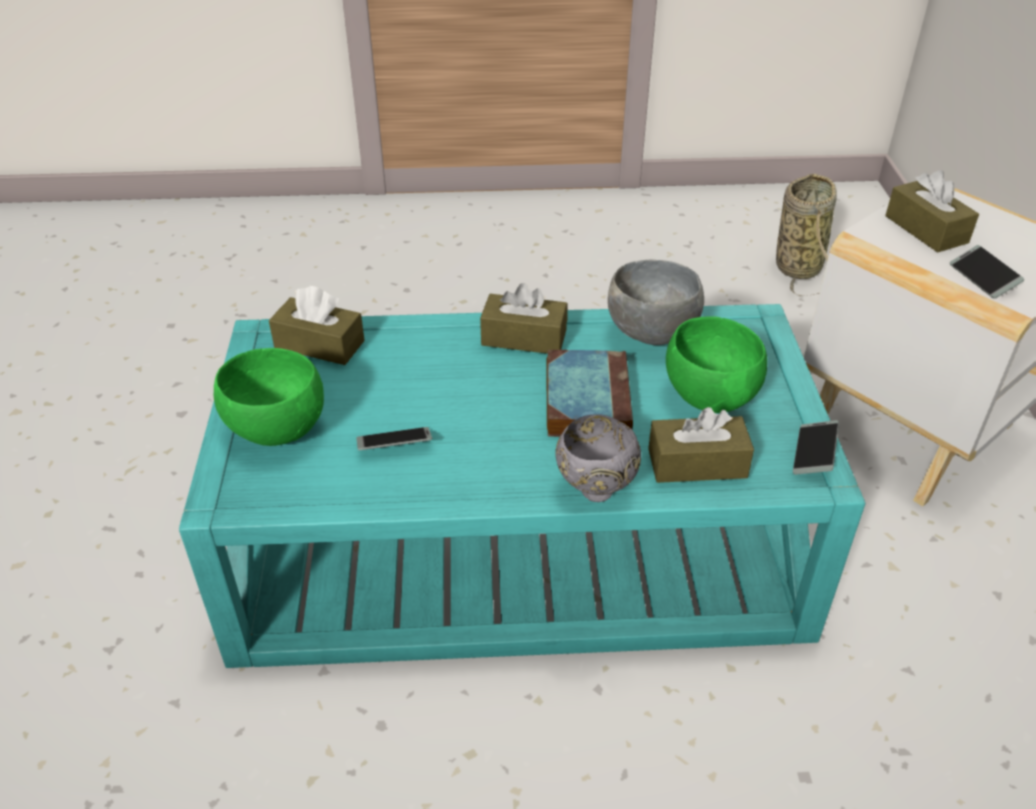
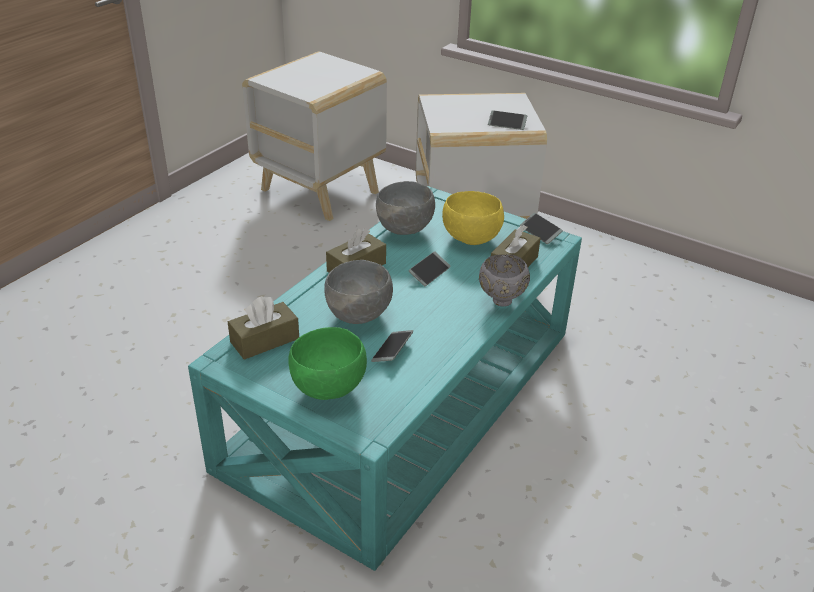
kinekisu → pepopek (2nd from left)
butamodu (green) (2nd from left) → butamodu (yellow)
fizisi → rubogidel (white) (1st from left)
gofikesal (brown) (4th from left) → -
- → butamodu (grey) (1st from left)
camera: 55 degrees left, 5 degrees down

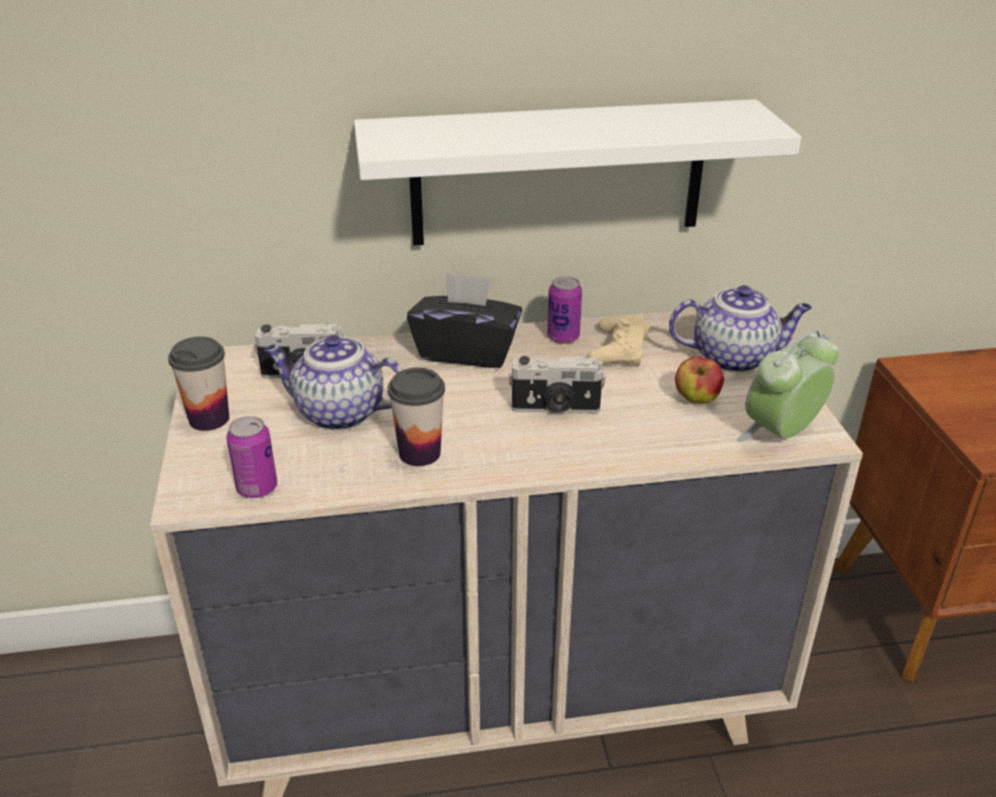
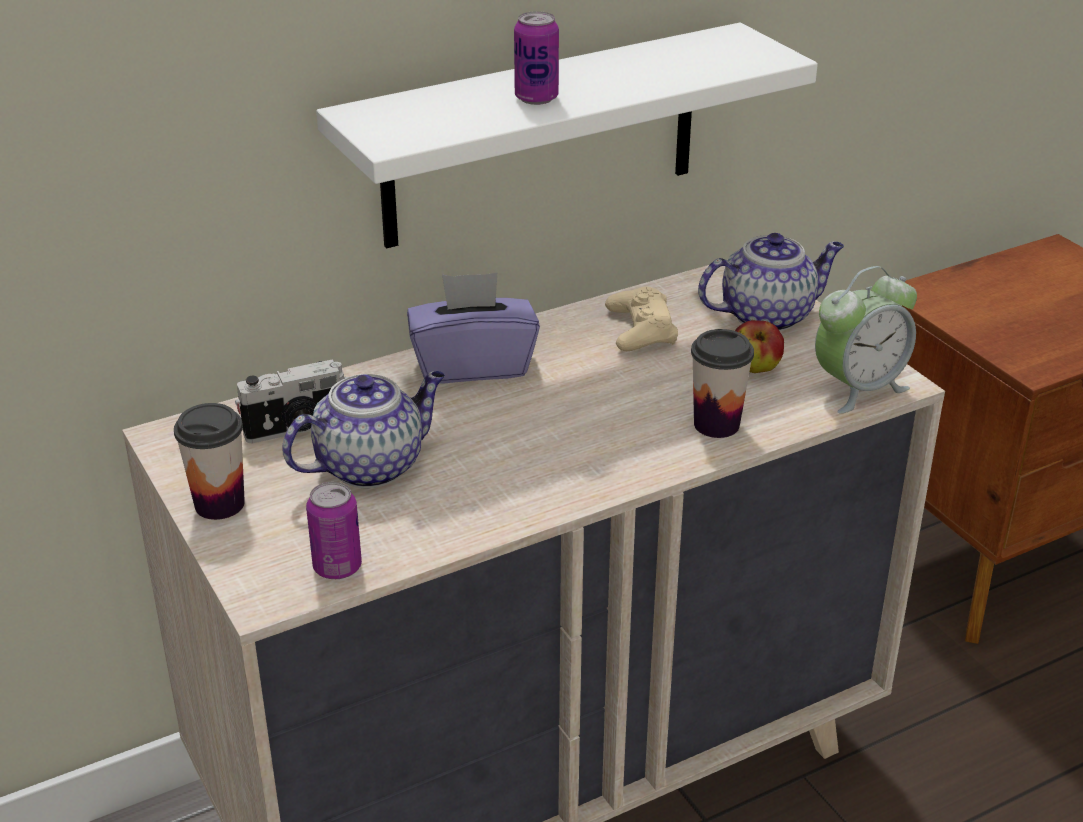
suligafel (1st from left), 150 degrees clockwise
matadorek (2nd from left), moved
gofikesal (black) → gofikesal (purple)
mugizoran (2nd from left) → -
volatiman (2nd from left), moved
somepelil, 150 degrees counterclockwise
camera: 20 degrees left, 0 degrees up

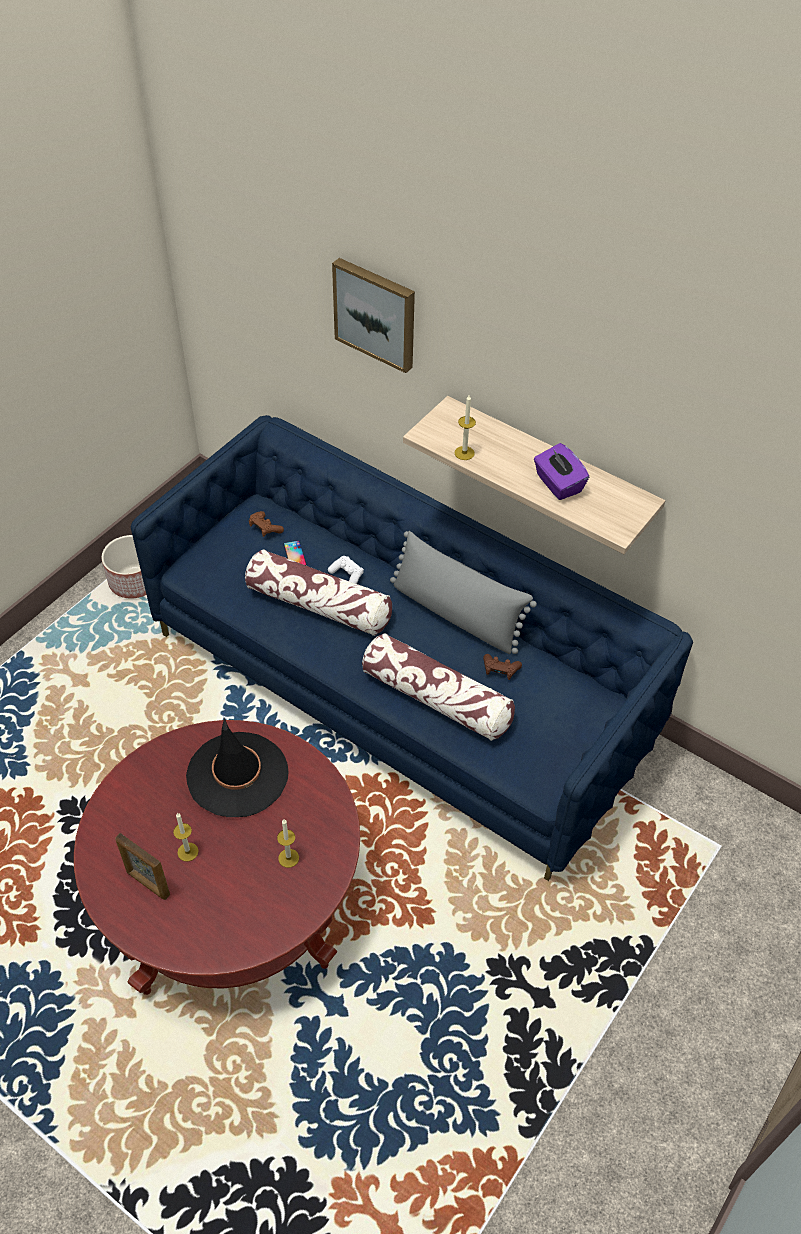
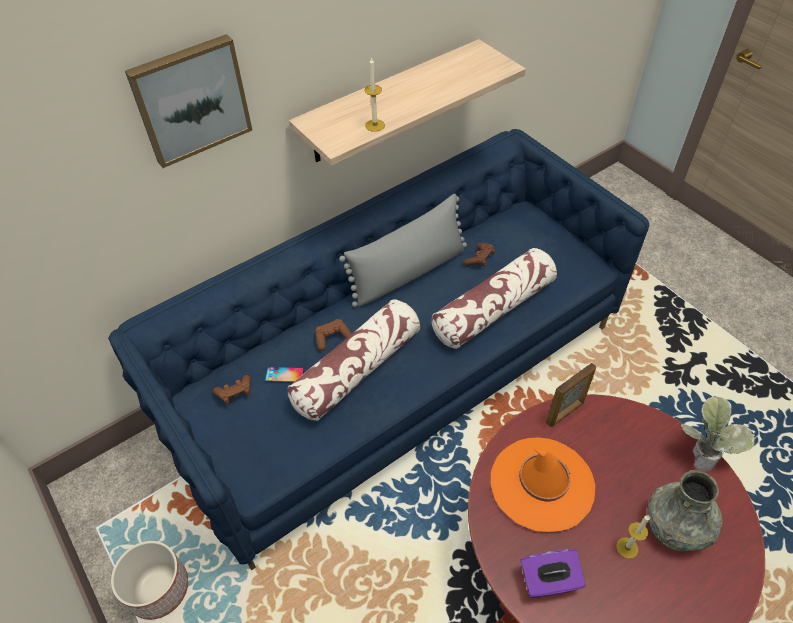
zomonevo, moved
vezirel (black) → vezirel (orange)
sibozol (2nd from left) → -
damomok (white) → damomok (brown) (2nd from left)
gofikesal (purple), moved
- → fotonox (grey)
- → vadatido
camera: 70 degrees left, 0 degrees up

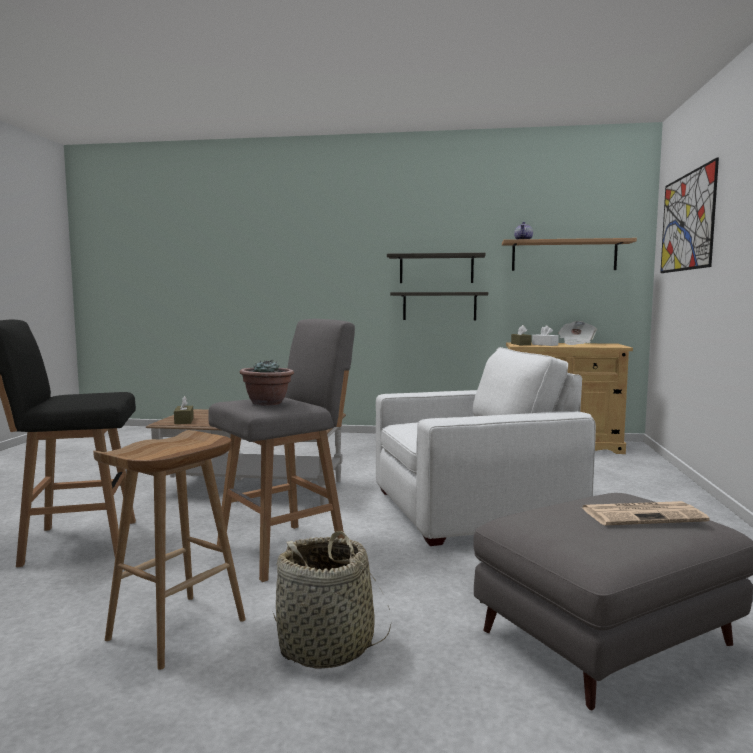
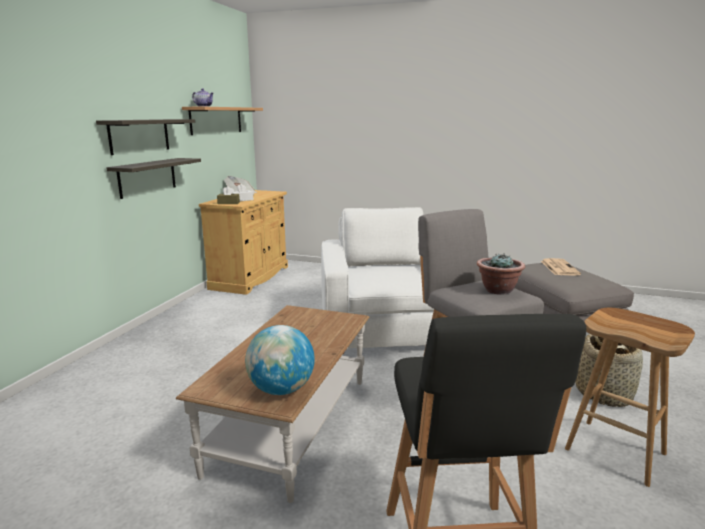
gofikesal (brown) (1st from left) → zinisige
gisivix → -
camera: 80 degrees left, 10 degrees up

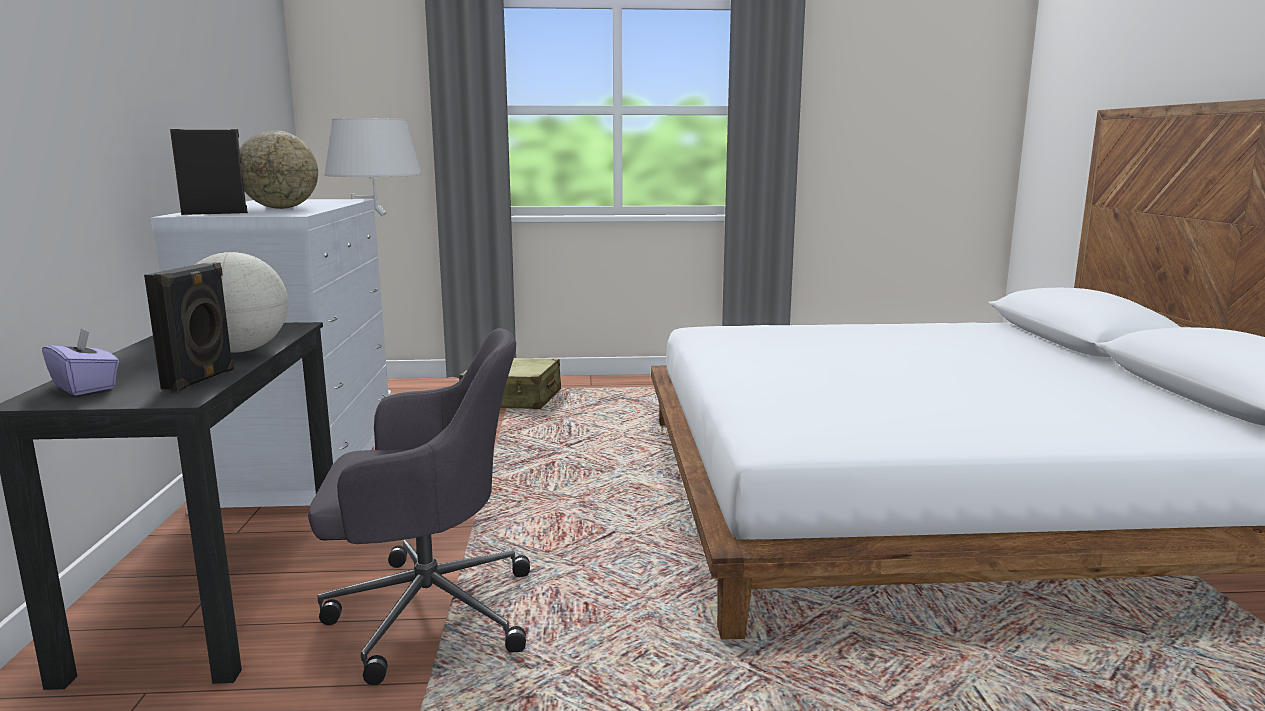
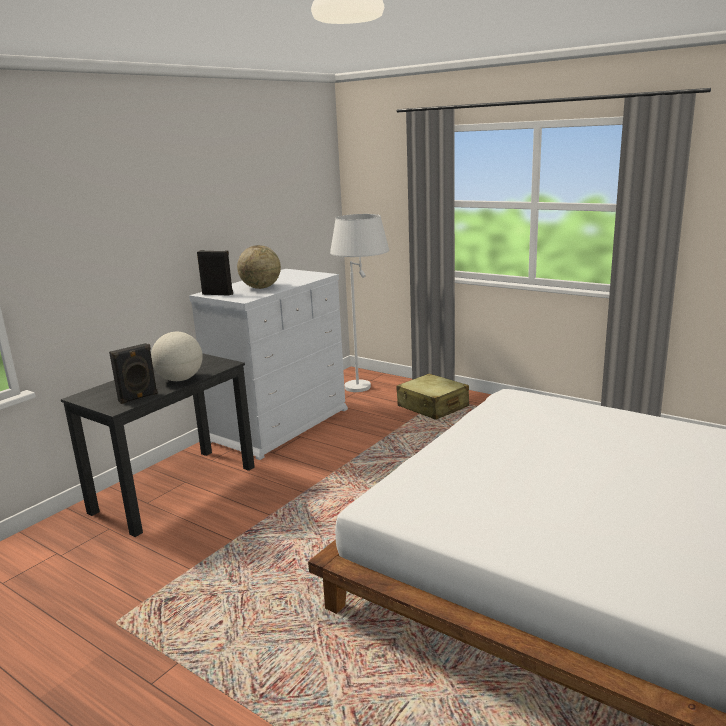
gofikesal (purple) → -
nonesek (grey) → -
camera: 40 degrees right, 5 degrees up

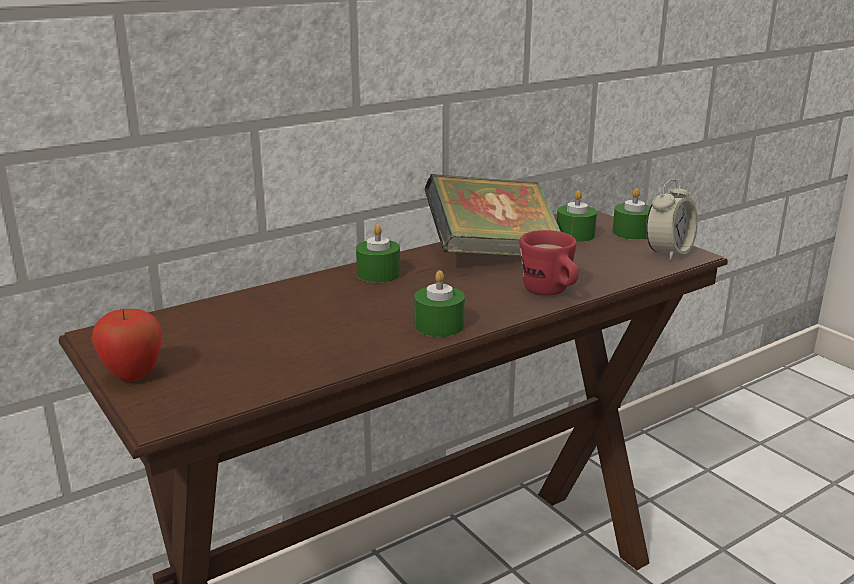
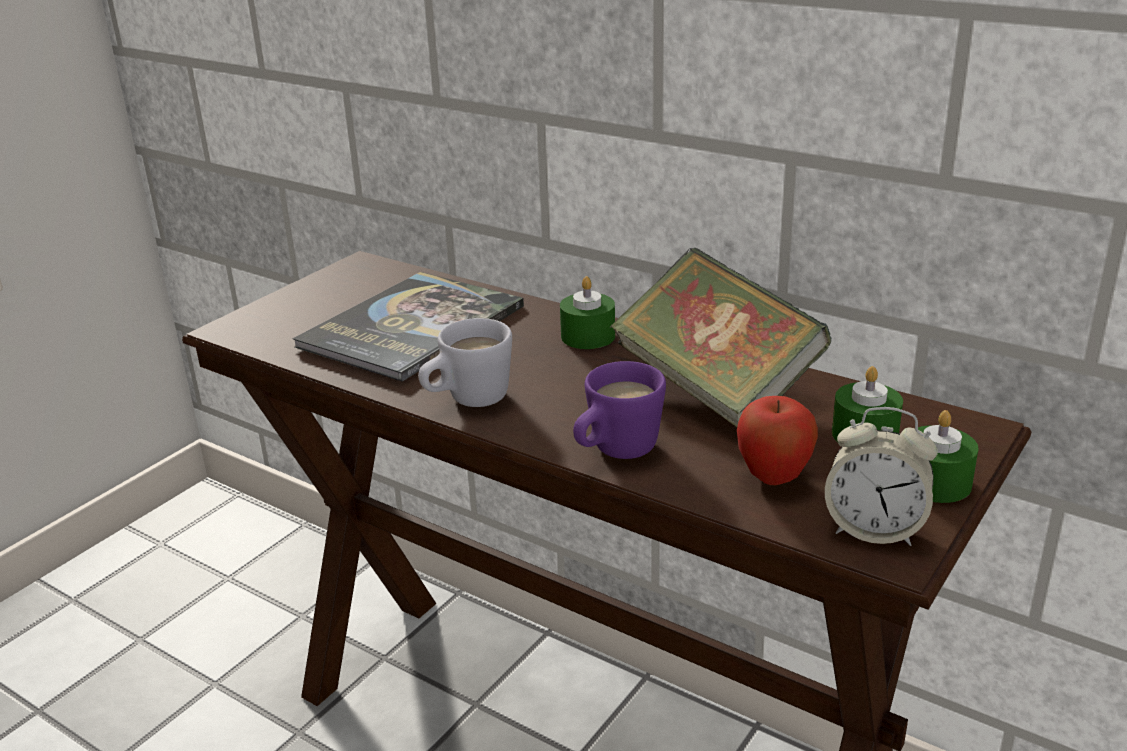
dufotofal, moved
sibozol (green) (2nd from left) → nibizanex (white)
nibizanex (red) → nibizanex (purple)
- → kinekisu (1st from left)
camera: 70 degrees right, 5 degrees up

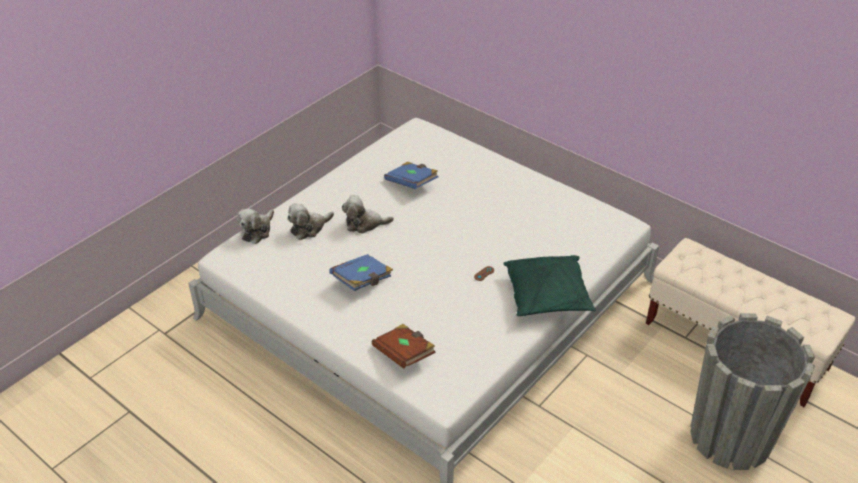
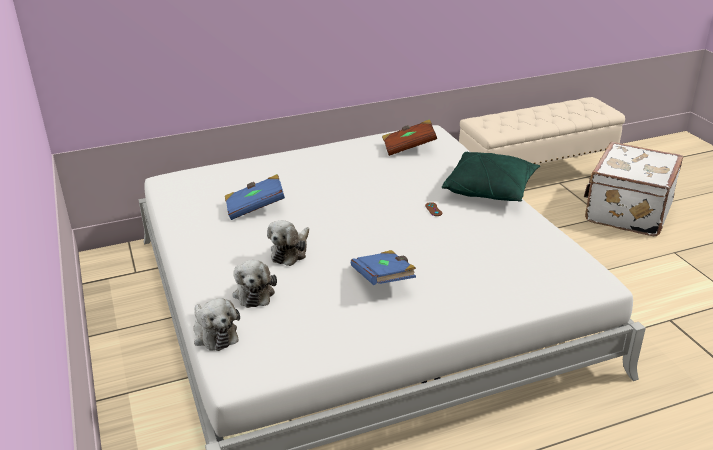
kinekisu (brown), moved
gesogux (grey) → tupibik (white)
camera: 60 degrees left, 10 degrees down

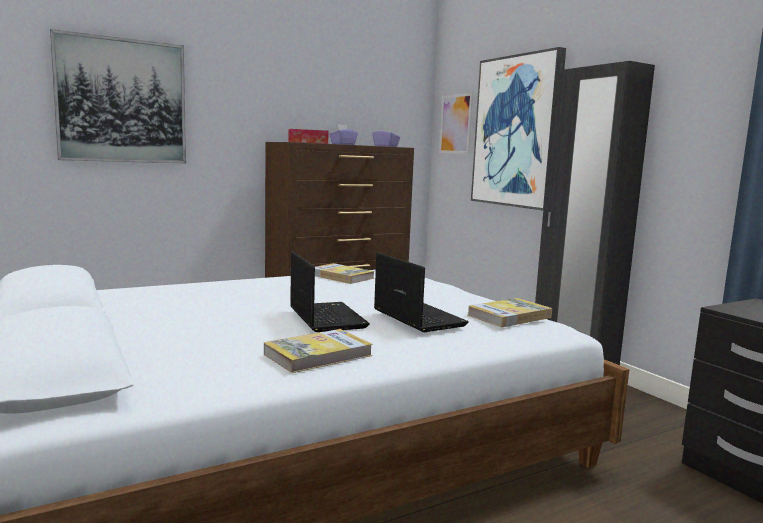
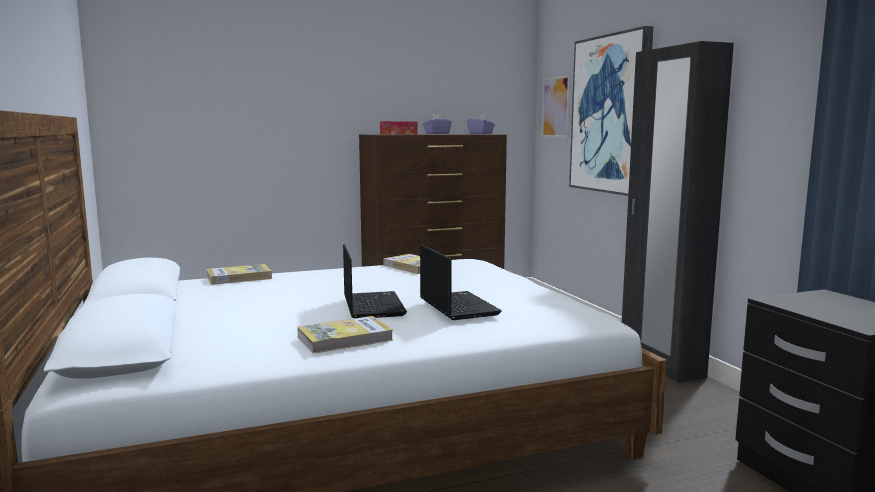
gisivix (1st from left) → -
kinekisu (3rd from left in the first image) → kinekisu (1st from left), moved
camera: 10 degrees right, 0 degrees up

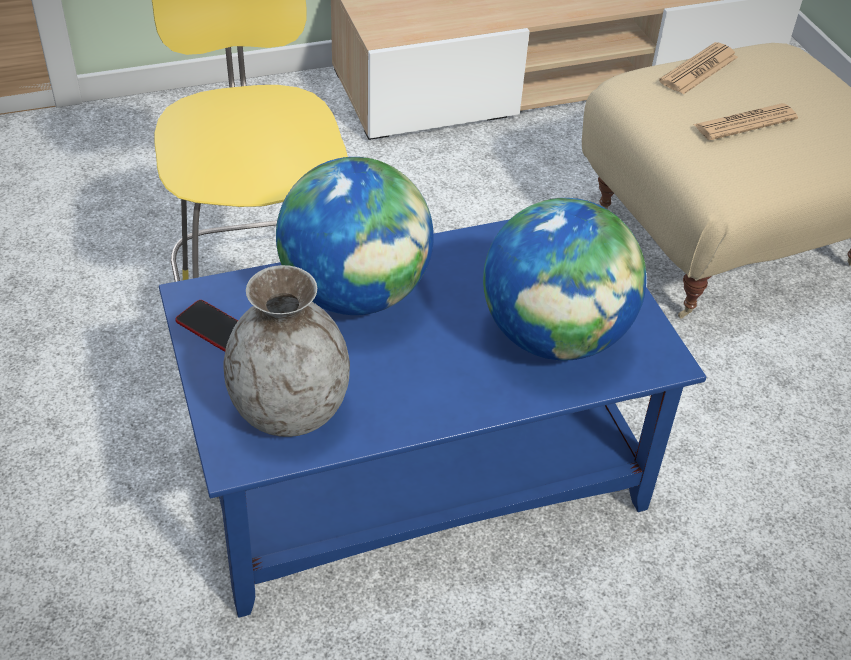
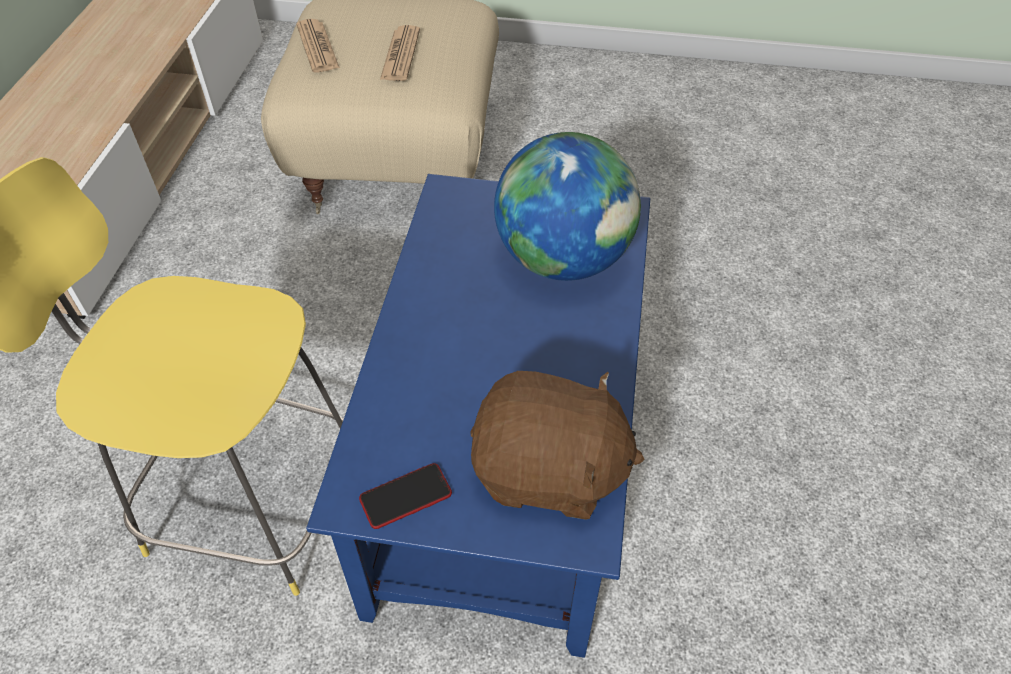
fotonox (grey) → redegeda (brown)
zinisige (1st from left) → -
camera: 60 degrees left, 5 degrees up

